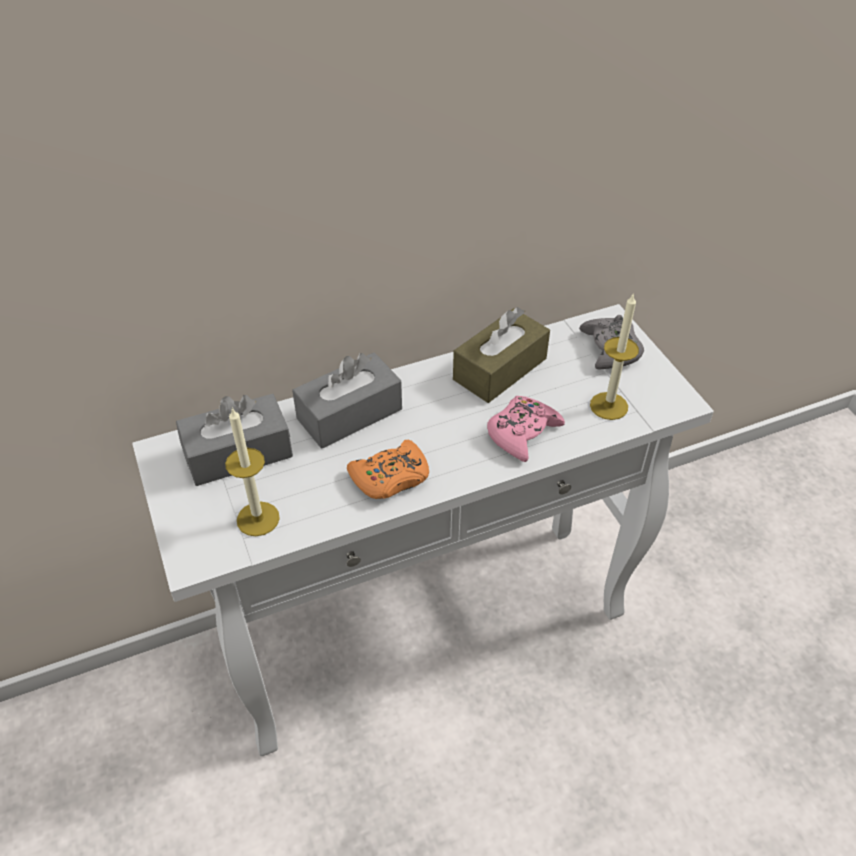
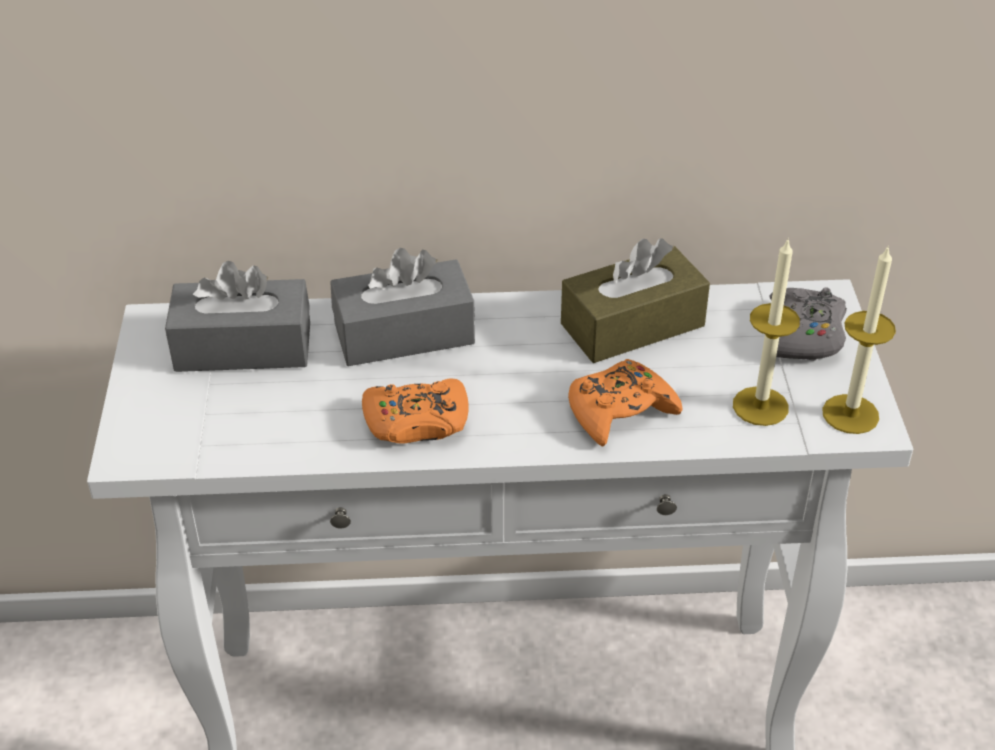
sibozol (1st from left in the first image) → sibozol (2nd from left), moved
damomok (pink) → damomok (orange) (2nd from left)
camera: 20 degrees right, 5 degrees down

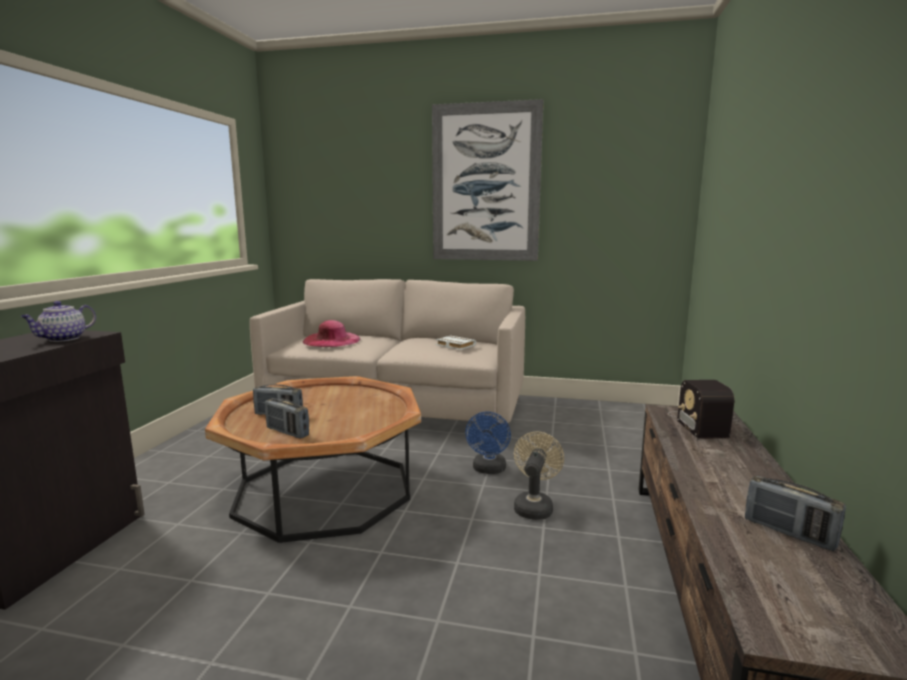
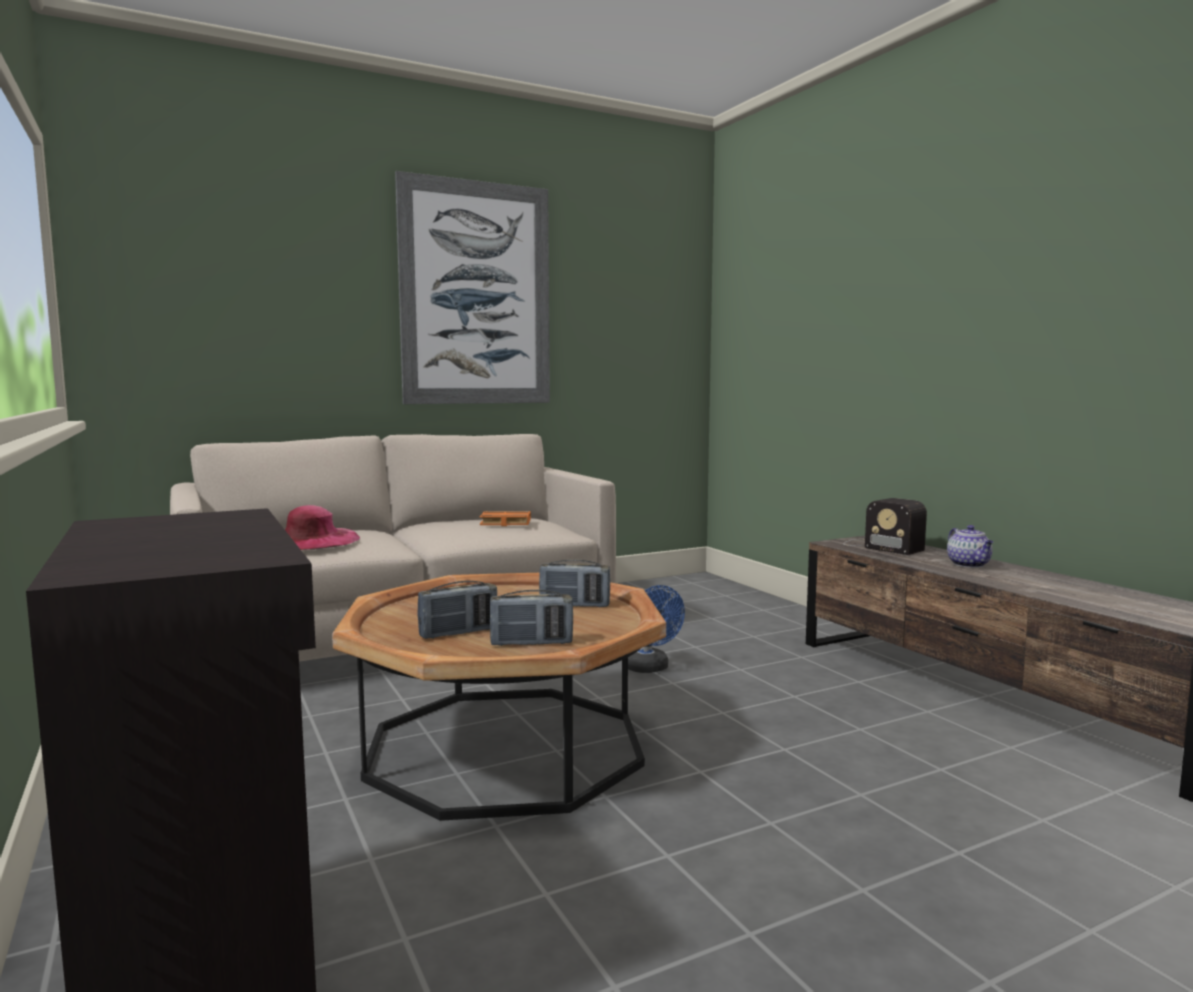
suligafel, moved
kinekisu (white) → kinekisu (orange)
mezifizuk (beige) → -
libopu (4th from left in the first image) → libopu (3rd from left), moved
camera: 40 degrees left, 5 degrees down

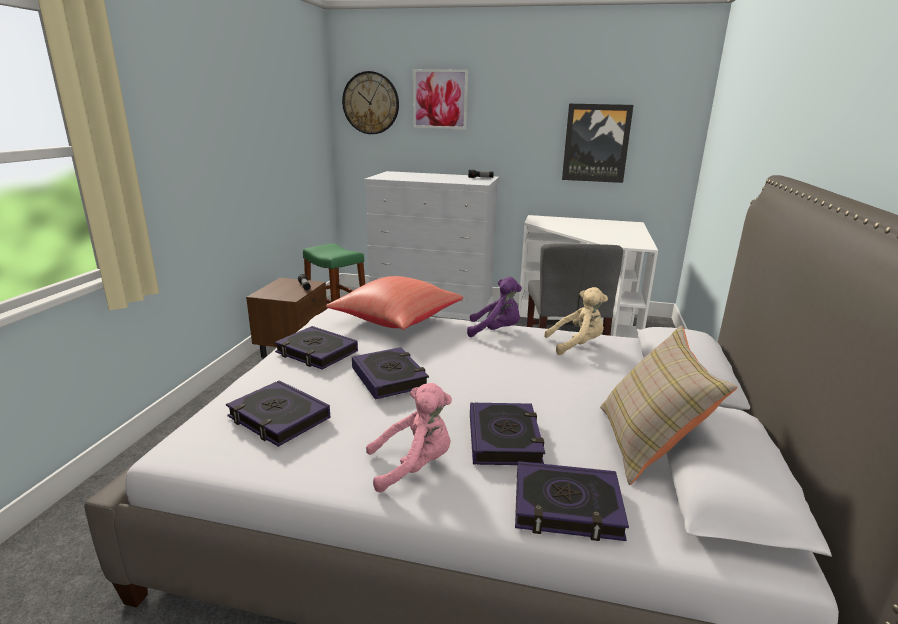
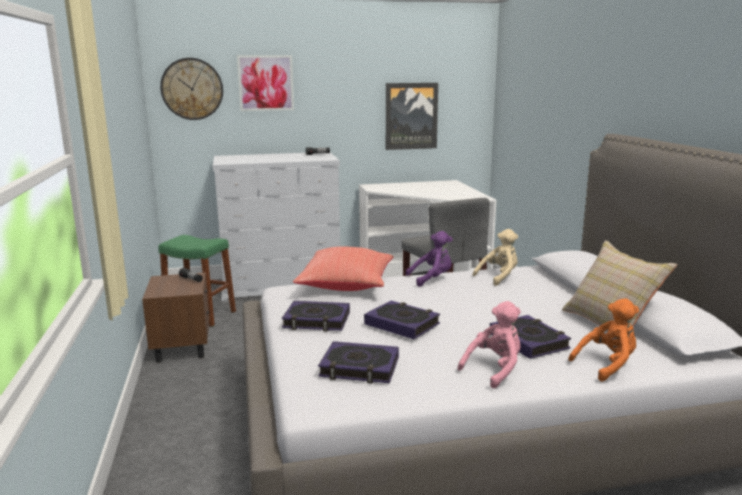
kinekisu (5th from left) → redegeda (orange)
camera: 25 degrees left, 5 degrees down

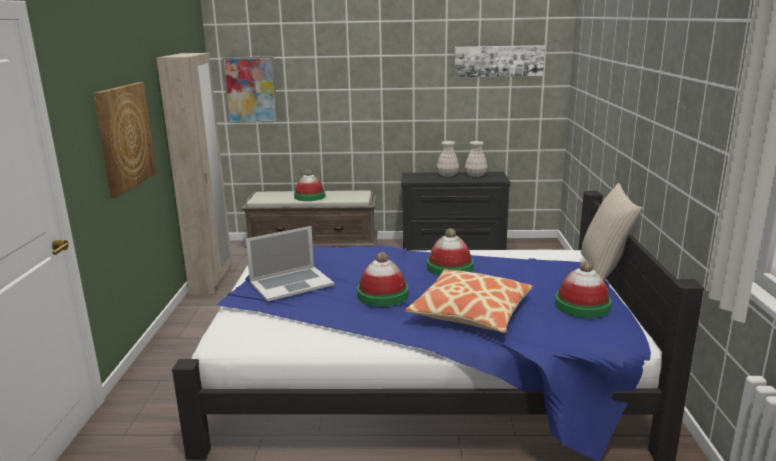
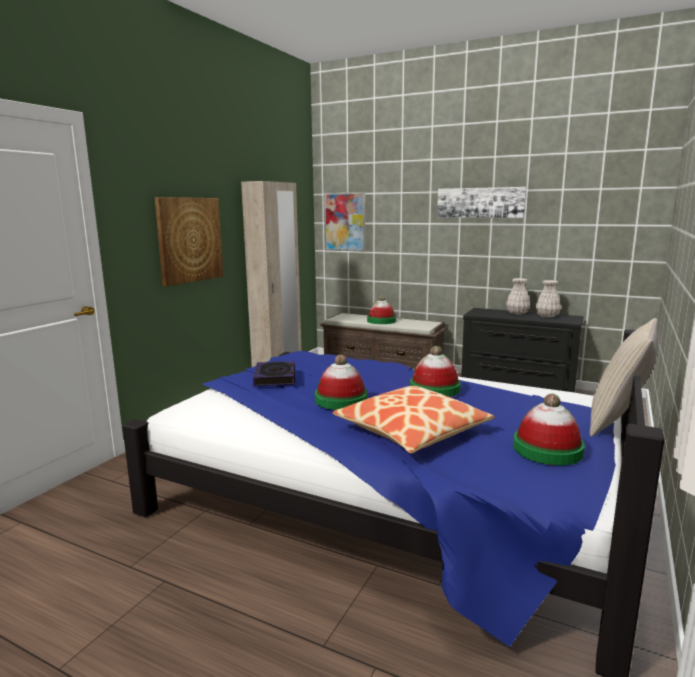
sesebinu → kinekisu
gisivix (3rd from left), moved
camera: 25 degrees right, 5 degrees down

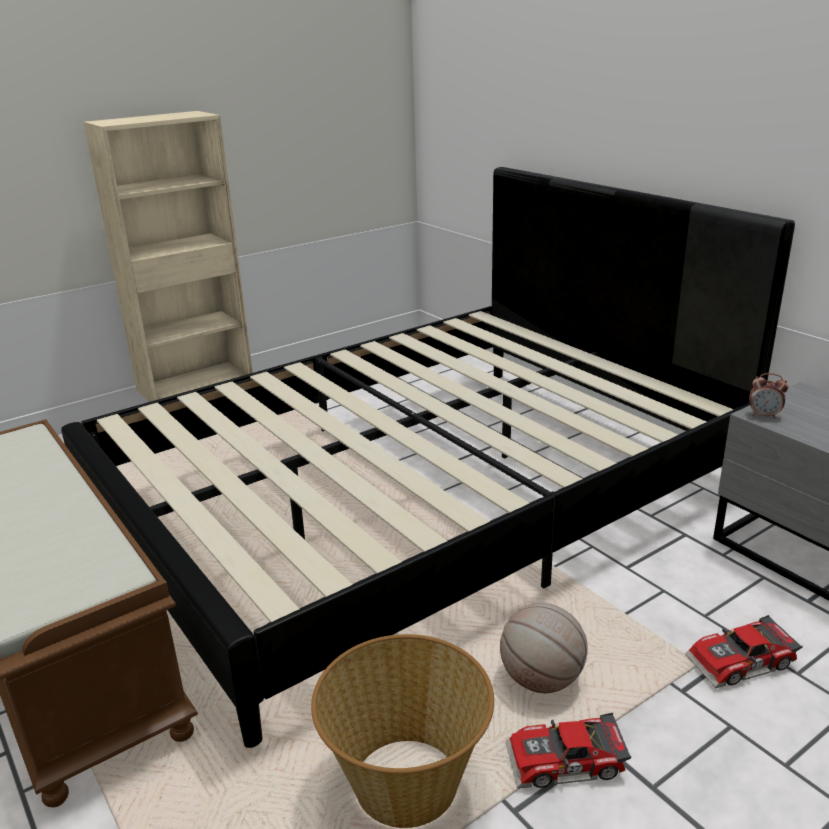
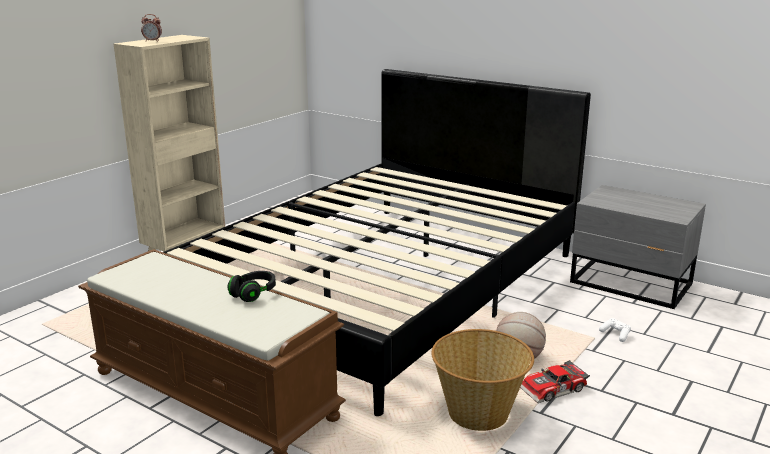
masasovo (2nd from left) → damomok (white)
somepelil, moved
- → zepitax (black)
camera: 20 degrees left, 5 degrees down

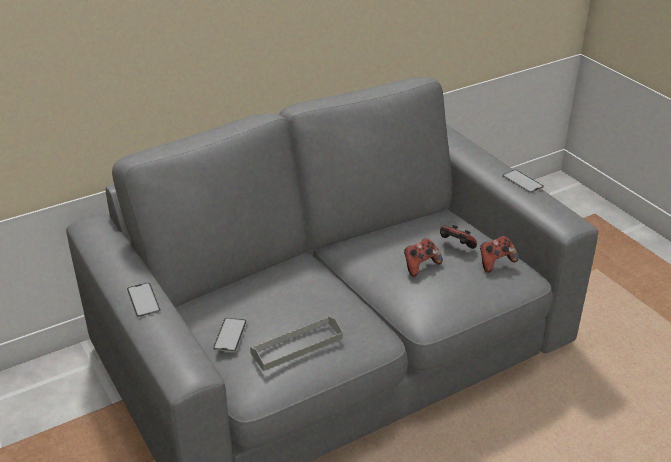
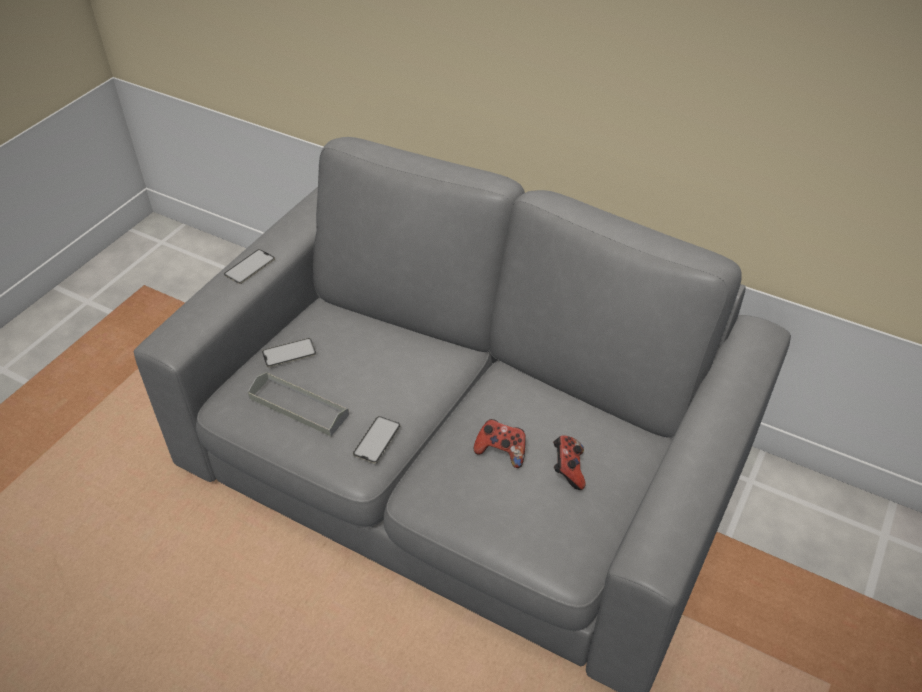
damomok (3rd from left) → -
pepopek (3rd from left), moved
camera: 60 degrees right, 10 degrees up

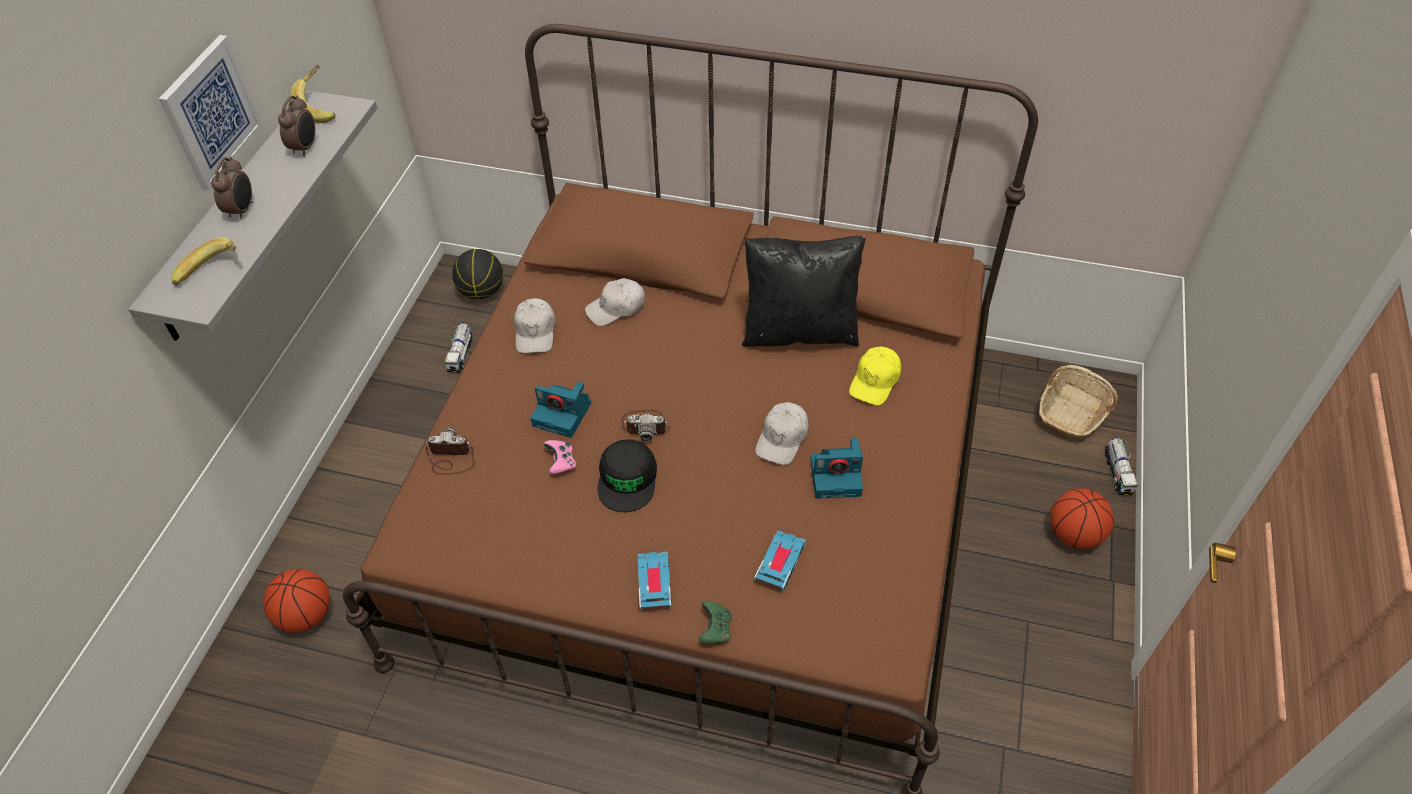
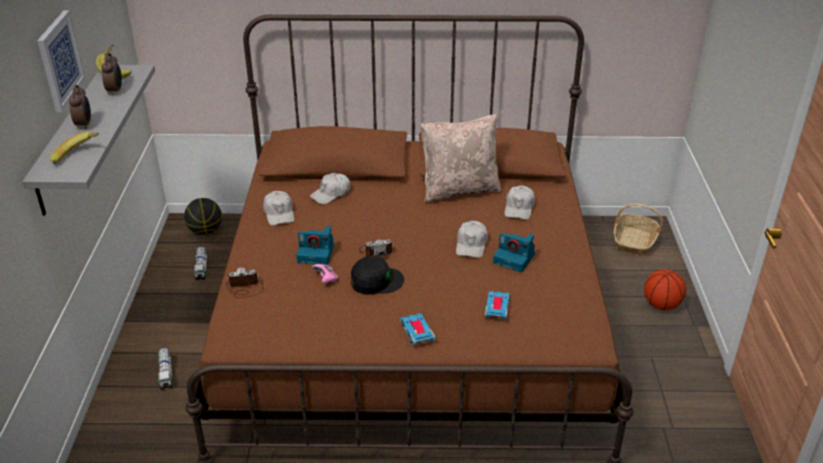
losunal (1st from left) → -
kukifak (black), 90 degrees counterclockwise
damomok (green) → -
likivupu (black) → likivupu (beige)
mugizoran (4th from left), 45 degrees clockwise
kukifak (yellow) → kukifak (white) (4th from left)
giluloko (2nd from left in the first image) → giluloko (1st from left), moved
camera: 15 degrees left, 15 degrees down

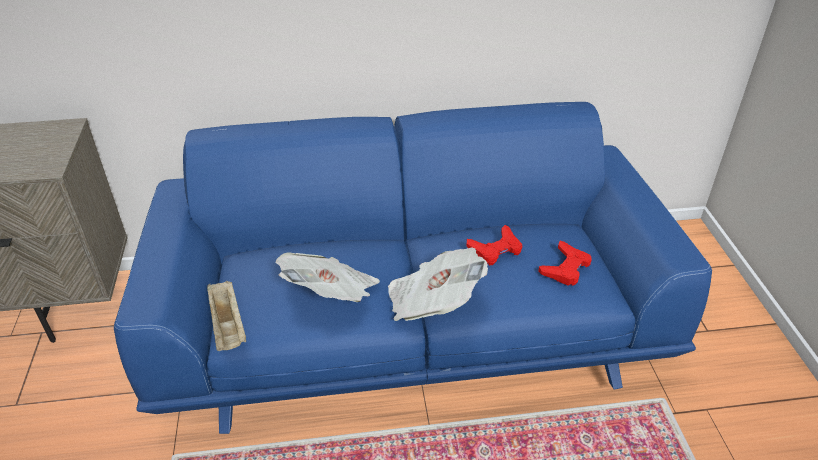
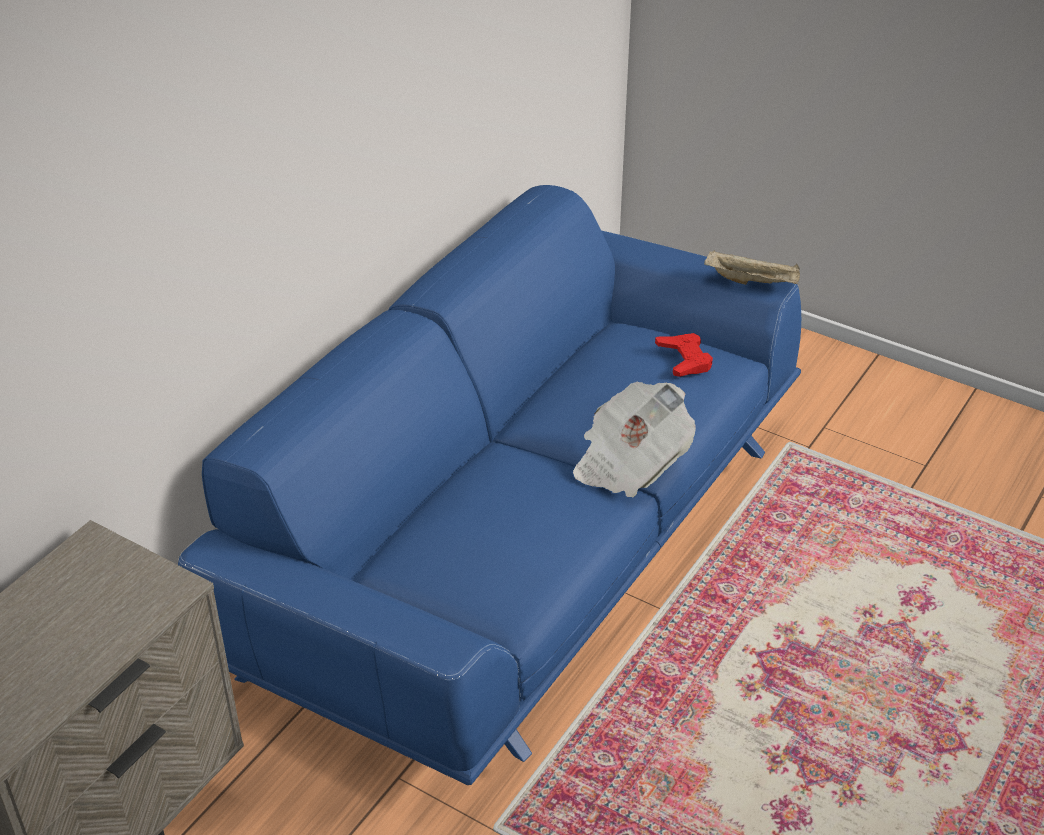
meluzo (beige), moved
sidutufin (1st from left) → -
damomok (red) (1st from left) → -
camera: 50 degrees left, 0 degrees up

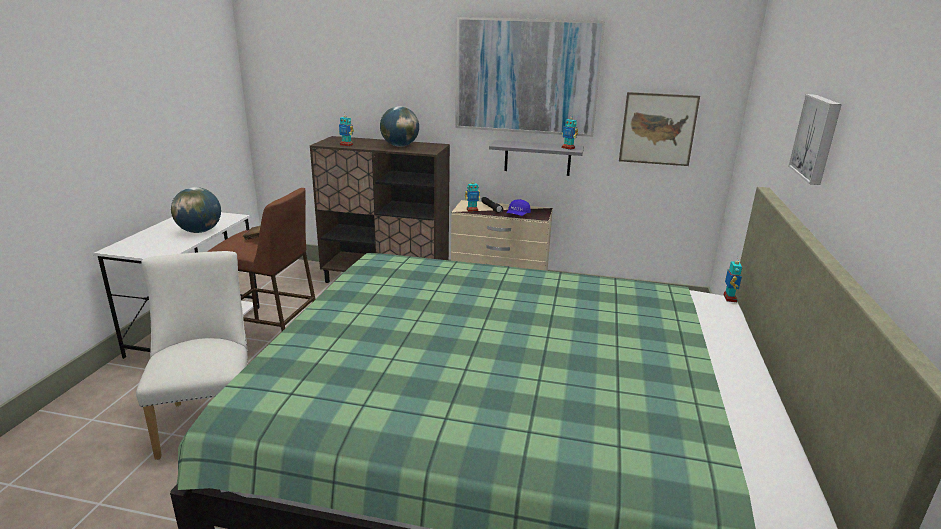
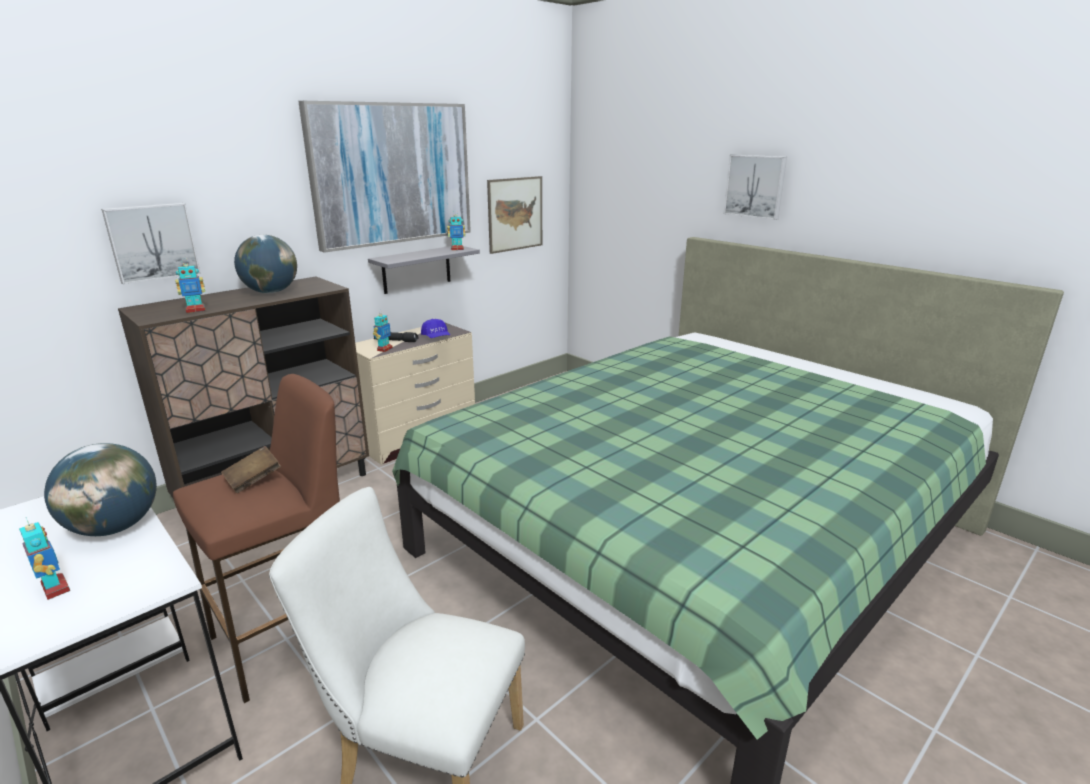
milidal (4th from left in the first image) → milidal (1st from left), moved
- → gisivix (1st from left)
camera: 55 degrees left, 0 degrees up

